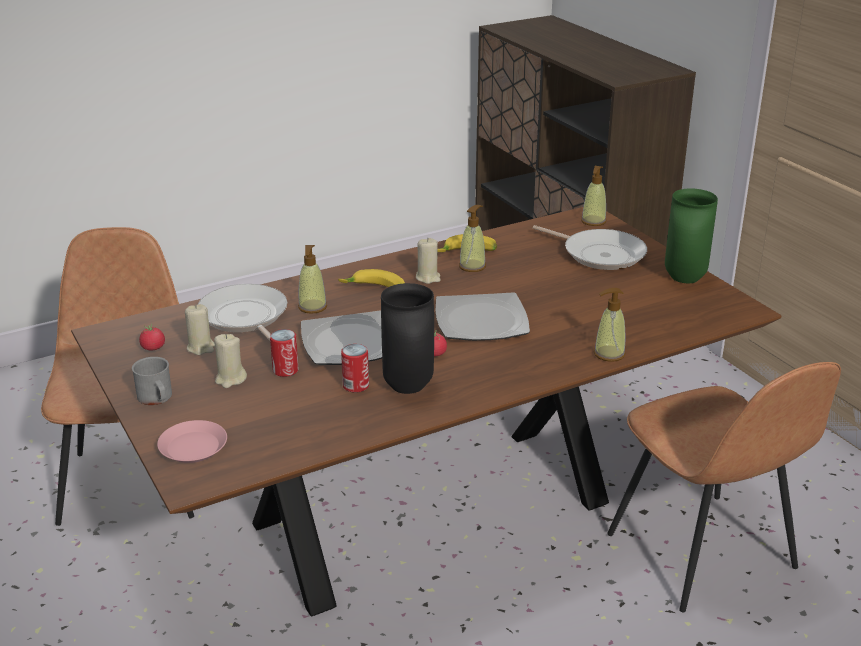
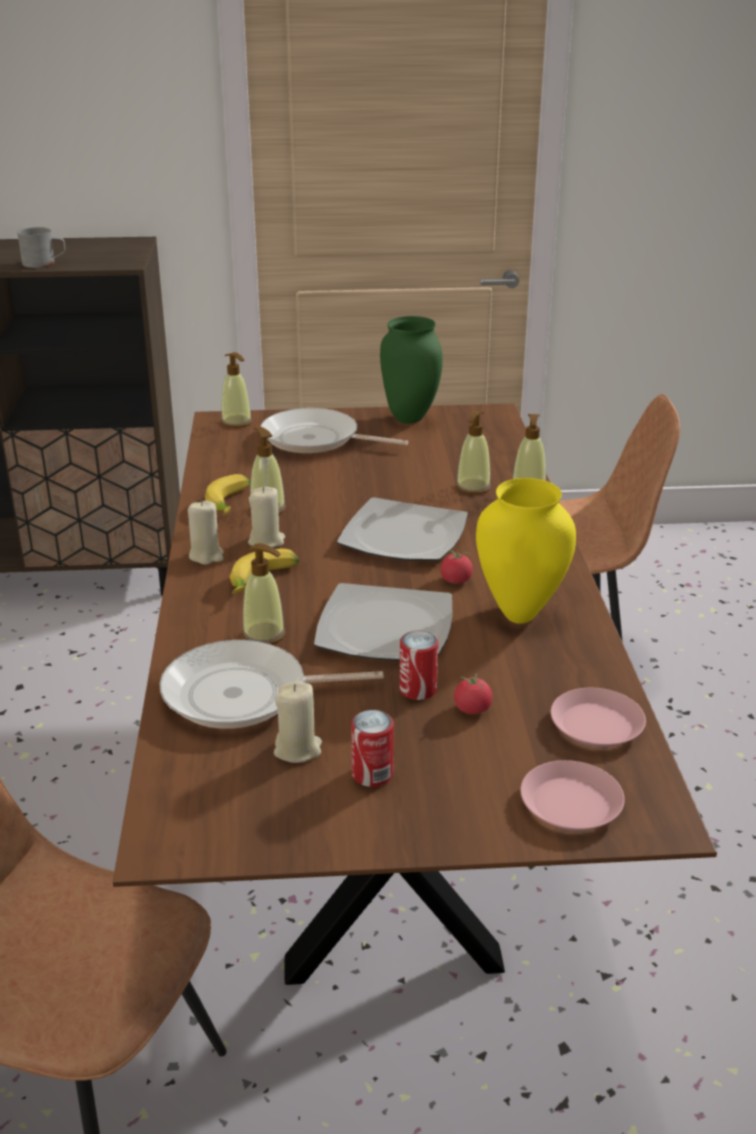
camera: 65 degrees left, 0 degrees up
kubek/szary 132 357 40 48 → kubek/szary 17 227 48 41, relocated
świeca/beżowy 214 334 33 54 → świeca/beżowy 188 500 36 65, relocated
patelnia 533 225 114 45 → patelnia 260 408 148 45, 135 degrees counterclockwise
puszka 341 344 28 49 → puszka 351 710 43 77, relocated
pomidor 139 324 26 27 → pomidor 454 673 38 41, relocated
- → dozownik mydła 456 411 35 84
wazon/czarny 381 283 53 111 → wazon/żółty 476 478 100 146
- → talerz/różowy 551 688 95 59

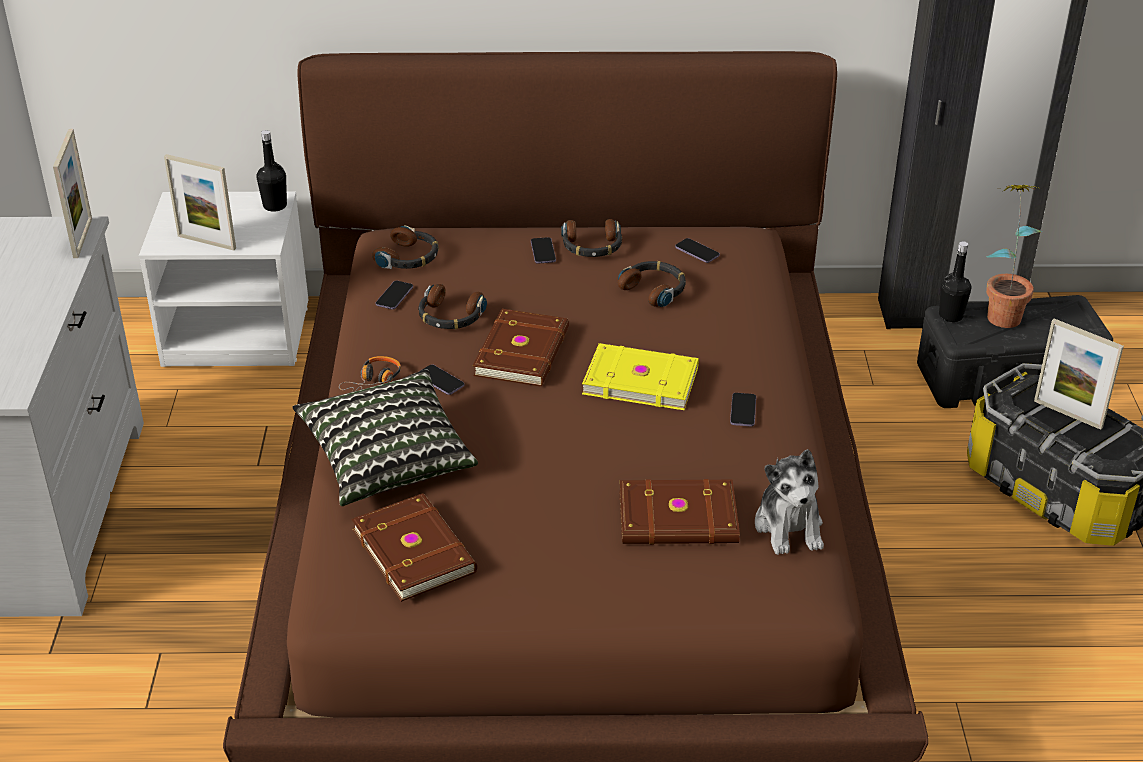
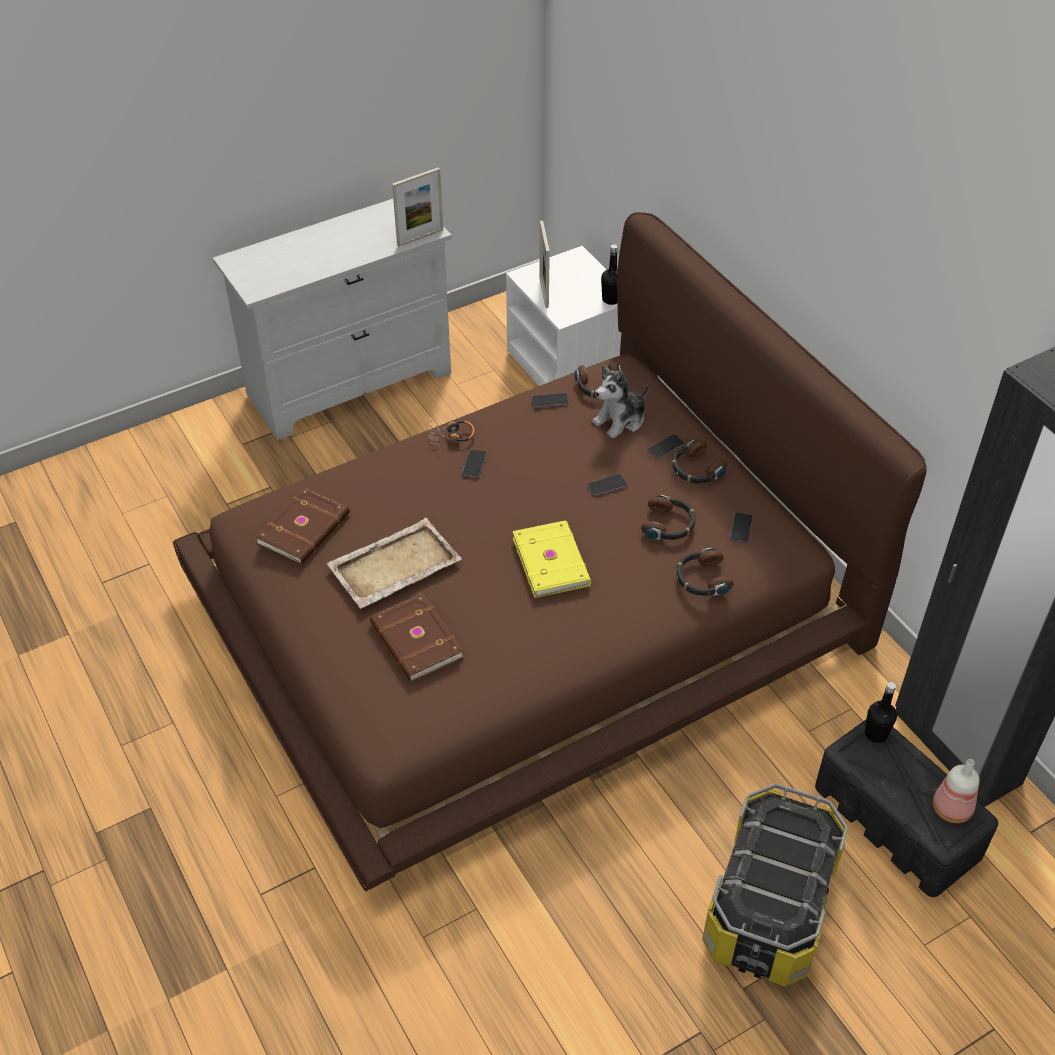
camera: 60 degrees right, 10 degrees up
- → taca/beżowy 327 518 135 90
telefon 730 393 26 34 → telefon 588 474 39 22, relocated
pluszak 755 449 69 106 → pluszak 592 365 57 73, relocated
słuchawki 418 284 69 45 → słuchawki 677 548 56 48, relocated
- → butelka 933 759 46 64
poduszka 293 369 185 137 → -
książka/brązowy 473 309 96 77 → -
roślina doniczkowa 986 185 56 143 → -
ramka na zdjęcie 1034 319 90 111 → -

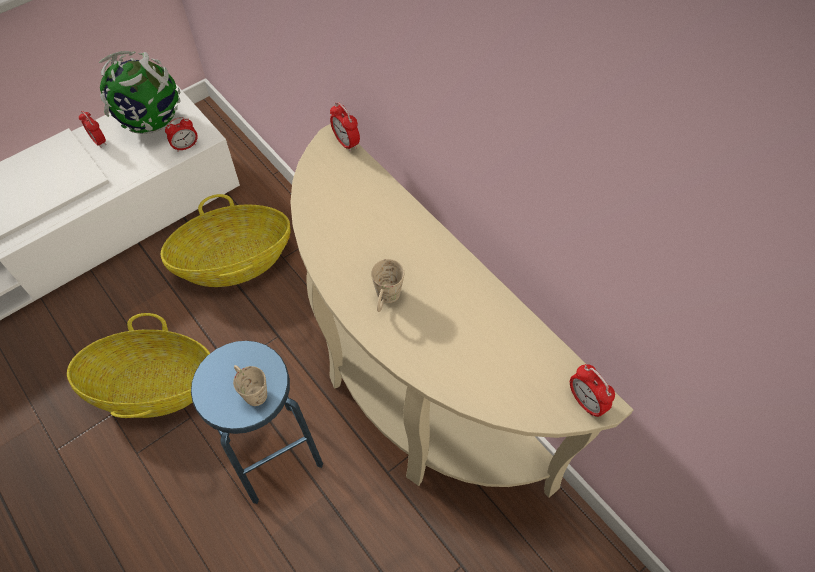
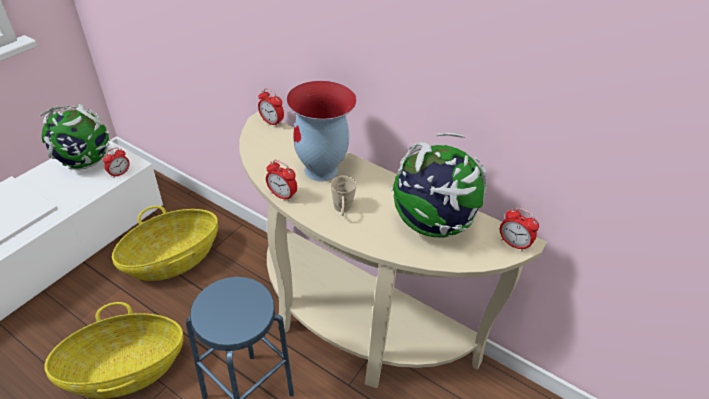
camera: 20 degrees left, 15 degrees down
budzik 79 111 27 37 → budzik 266 160 31 42, relocated
- → wazon 286 81 71 100
- → globus 391 133 96 105
kubek/beżowy 233 365 34 41 → -

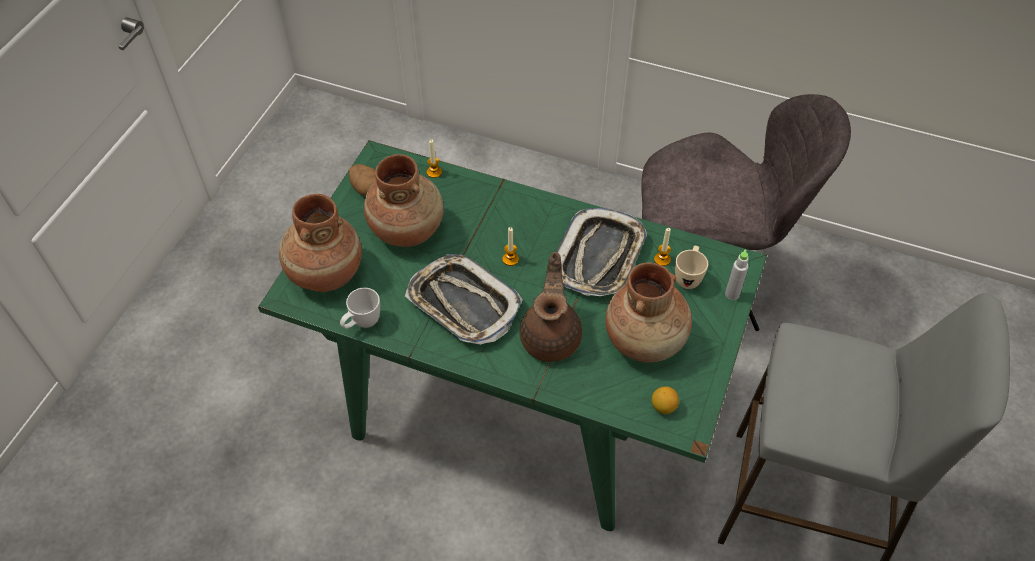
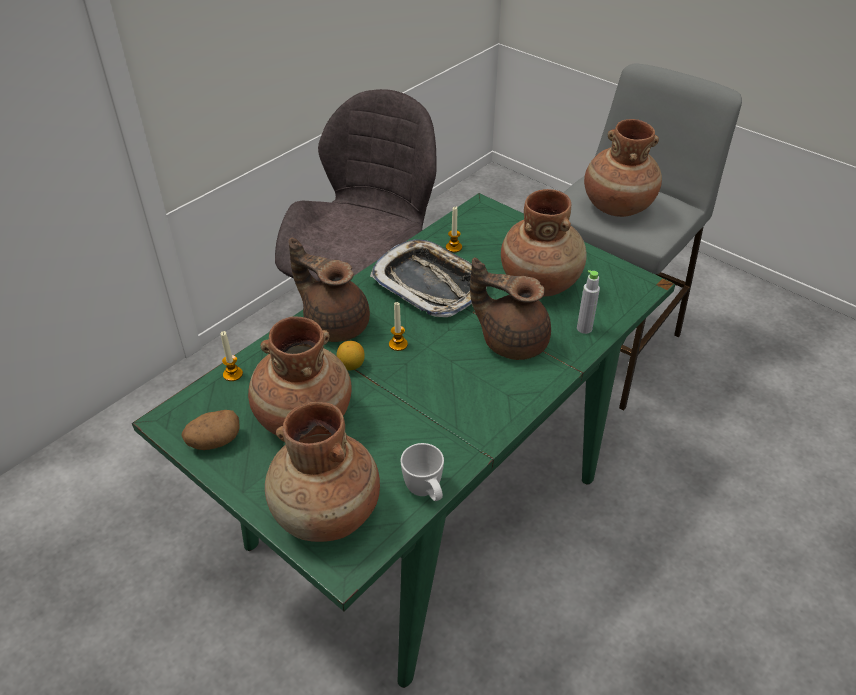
camera: 70 degrees left, 10 degrees down
- → imbryk/brązowy 289 238 81 104
cytryna 652 386 27 28 → cytryna 337 341 28 30, relocated
butelka/szary 725 249 24 51 → butelka/szary 577 270 23 64, relocated
- → wazon/brązowy 584 119 78 98
taca 405 254 118 91 → -
kubek/beżowy 675 246 33 43 → -

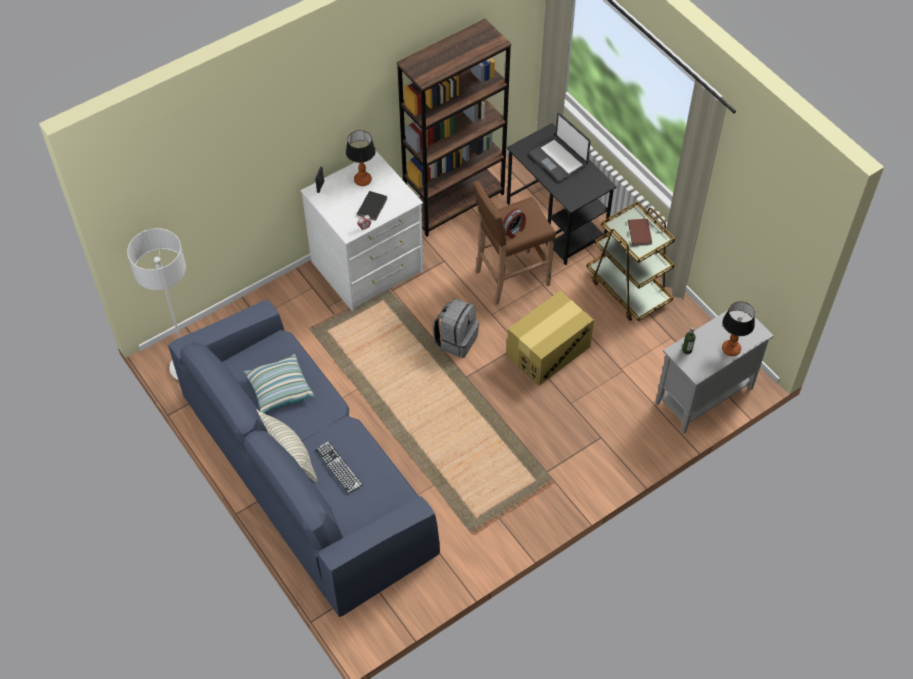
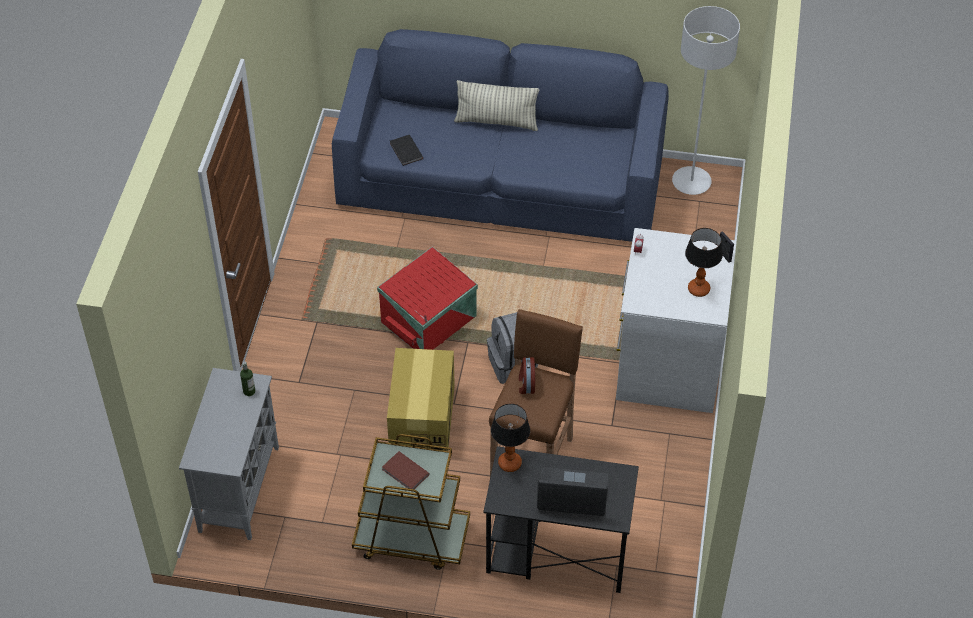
camera: 135 degrees right, 5 degrees down
- → pojemnik do przechowywania/czerwony 377 247 101 103
książka/czarny 357 191 31 30 → książka/czarny 390 135 33 31, relocated
lampa stołowa 722 301 33 55 → lampa stołowa 491 404 39 68, relocated
poduszka 244 354 71 59 → -
klawiatura 315 441 48 53 → -
regał/brązowy 397 19 114 218 → -

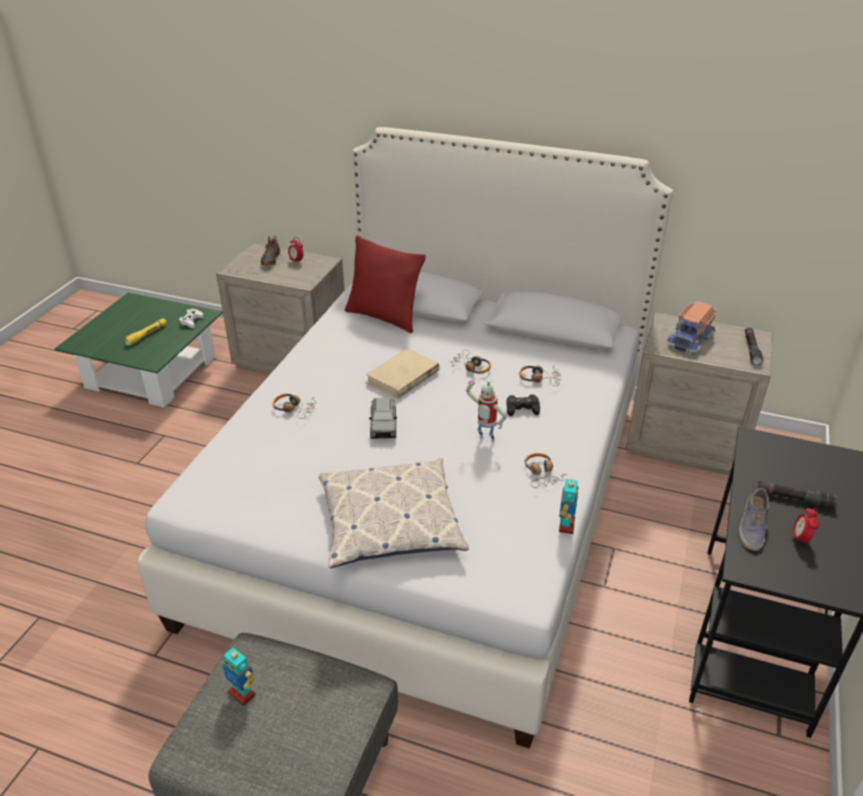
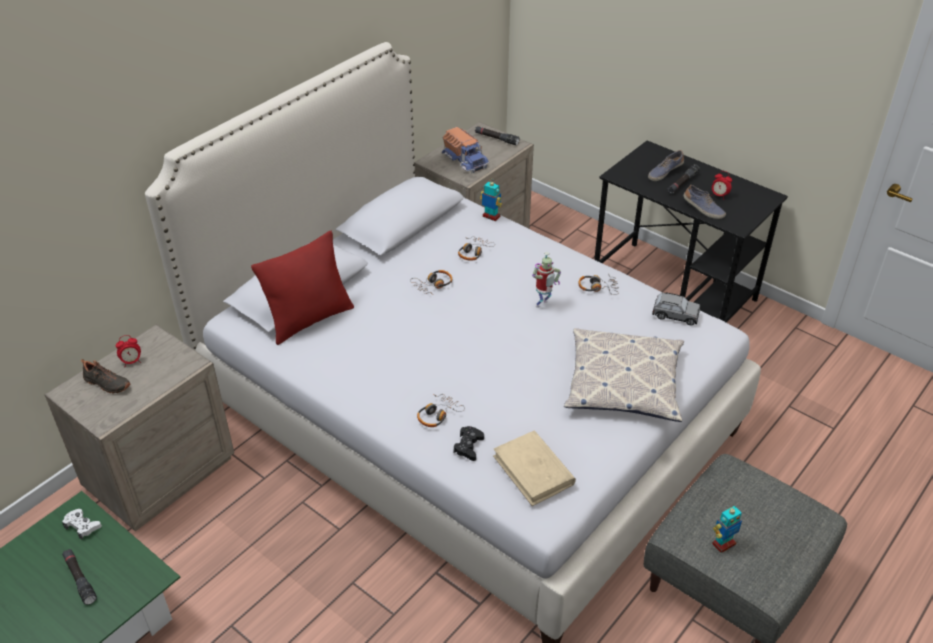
camera: 70 degrees left, 5 degrees up
latarka/żółty 124 318 43 28 → latarka/czarny 62 549 35 56
pad do gier/czarny 506 394 34 22 → pad do gier/czarny 454 426 30 35, relocated
robot zabawkowy 559 479 20 55 → robot zabawkowy 480 182 22 39, relocated
książka/beżowy 365 348 75 51 → książka/beżowy 493 430 83 76, relocated
- → but 648 150 36 31
samochodzik/szary 369 398 28 41 → samochodzik/szary 652 292 48 33, relocated

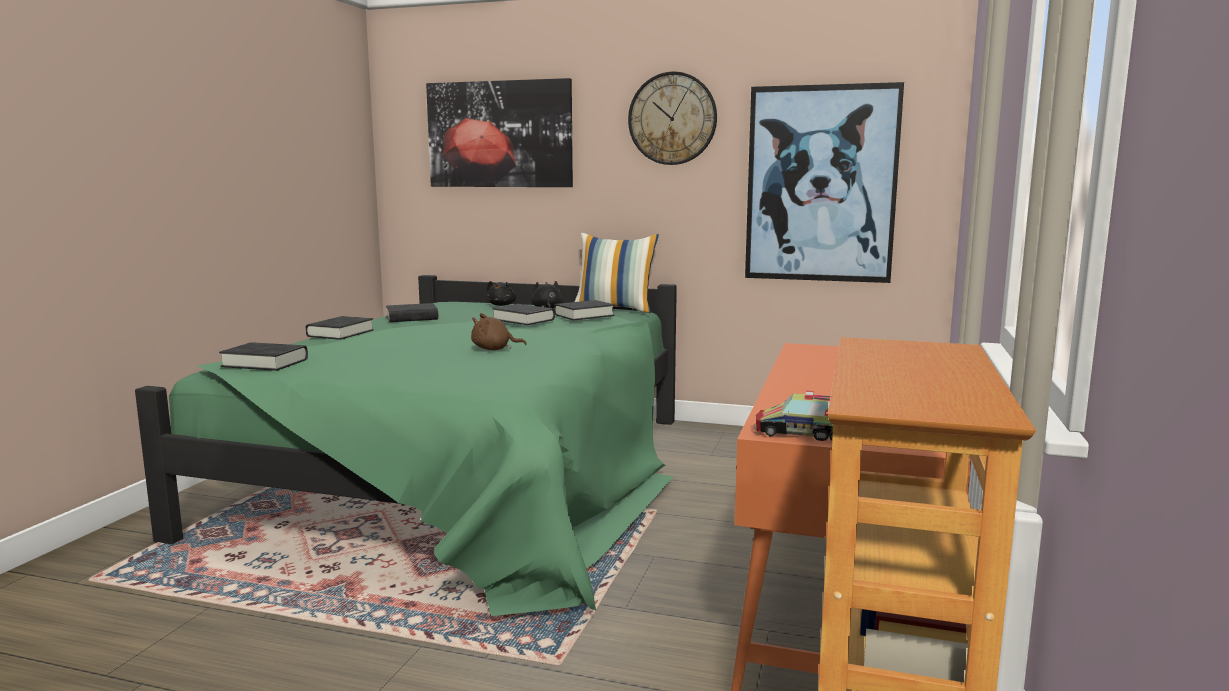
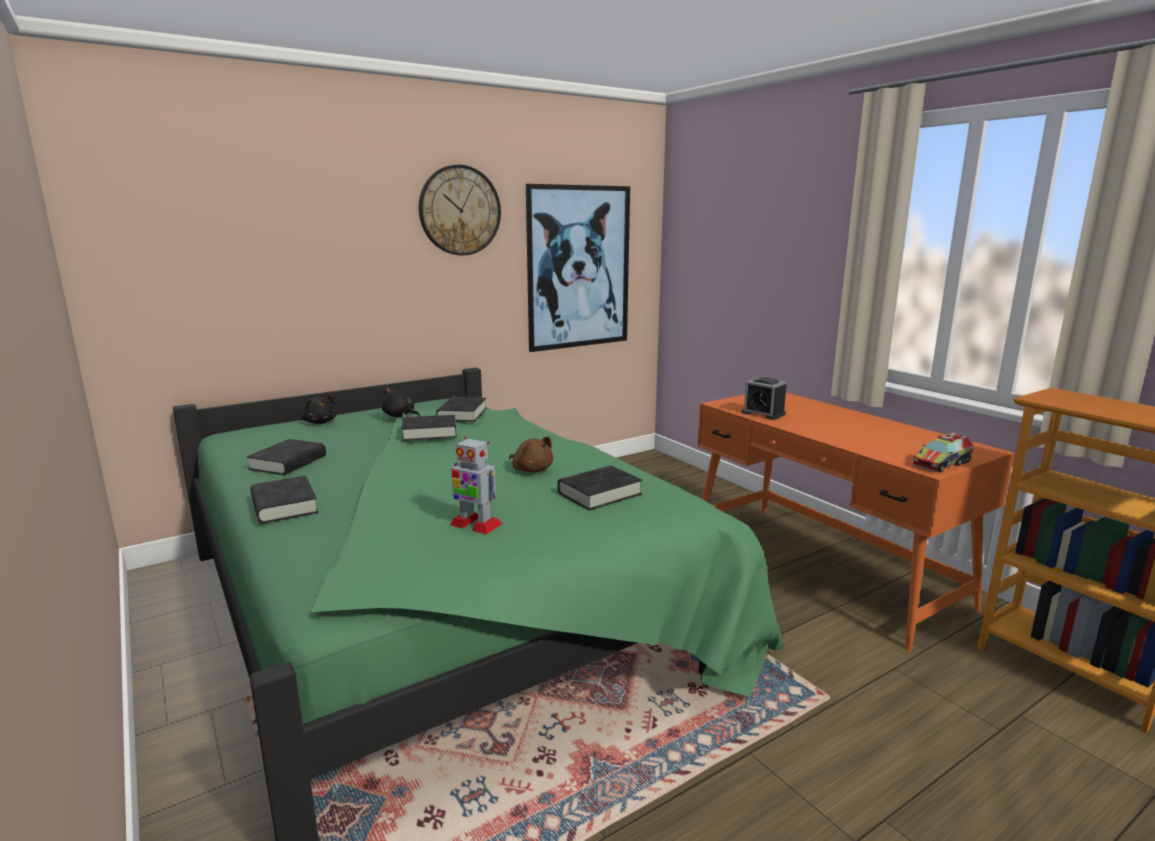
camera: 50 degrees left, 5 degrees up
- → robot zabawkowy 450 437 53 98
pluszak/brązowy 471 313 56 37 → pluszak/brązowy 509 437 44 36, 75 degrees counterclockwise
książka/czarny 219 342 89 29 → książka/czarny 557 466 85 44, relocated
- → budzik 742 377 44 43
obraz 426 78 147 109 → -
poduszka 575 233 84 80 → -

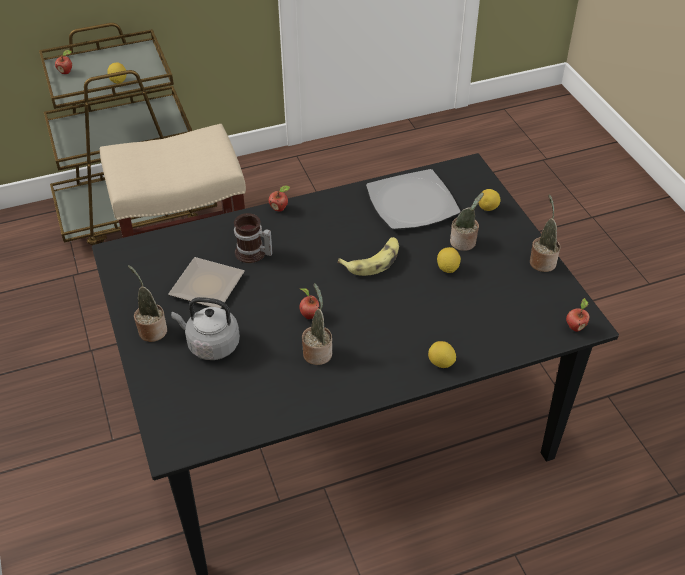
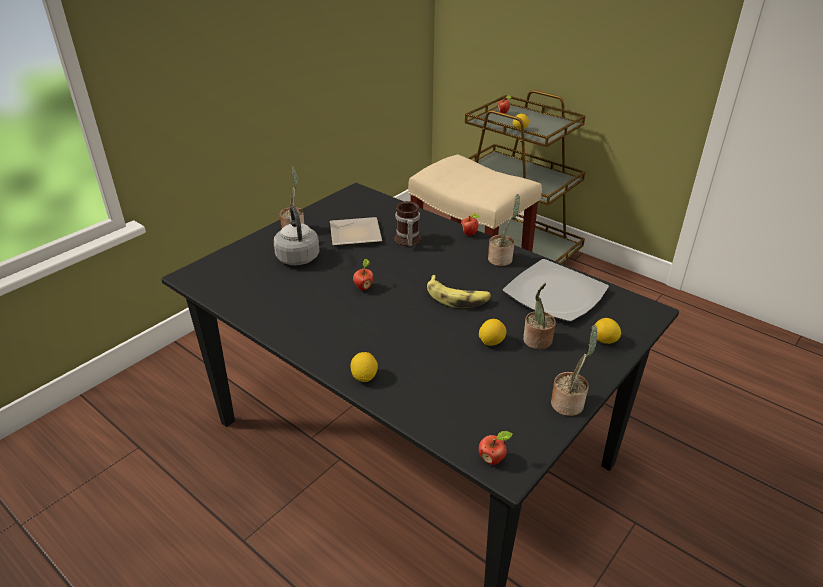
camera: 60 degrees right, 10 degrees down
roślina doniczkowa 302 283 30 82 → roślina doniczkowa 488 194 32 72, relocated

